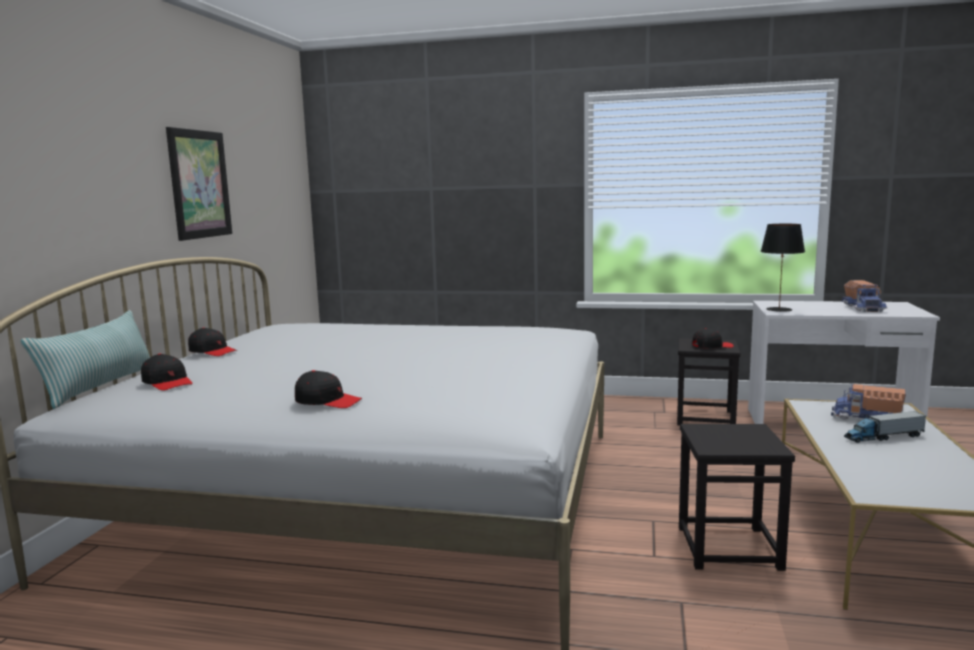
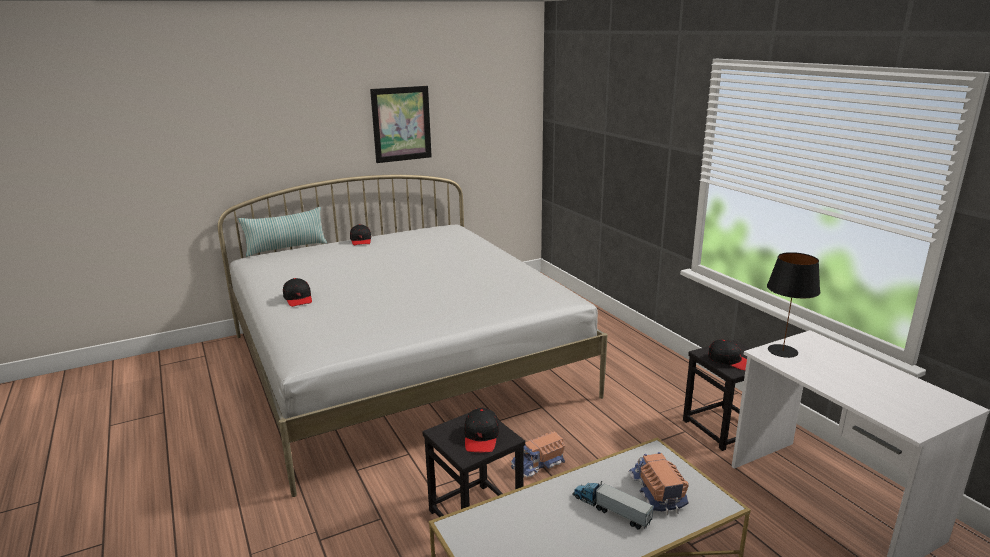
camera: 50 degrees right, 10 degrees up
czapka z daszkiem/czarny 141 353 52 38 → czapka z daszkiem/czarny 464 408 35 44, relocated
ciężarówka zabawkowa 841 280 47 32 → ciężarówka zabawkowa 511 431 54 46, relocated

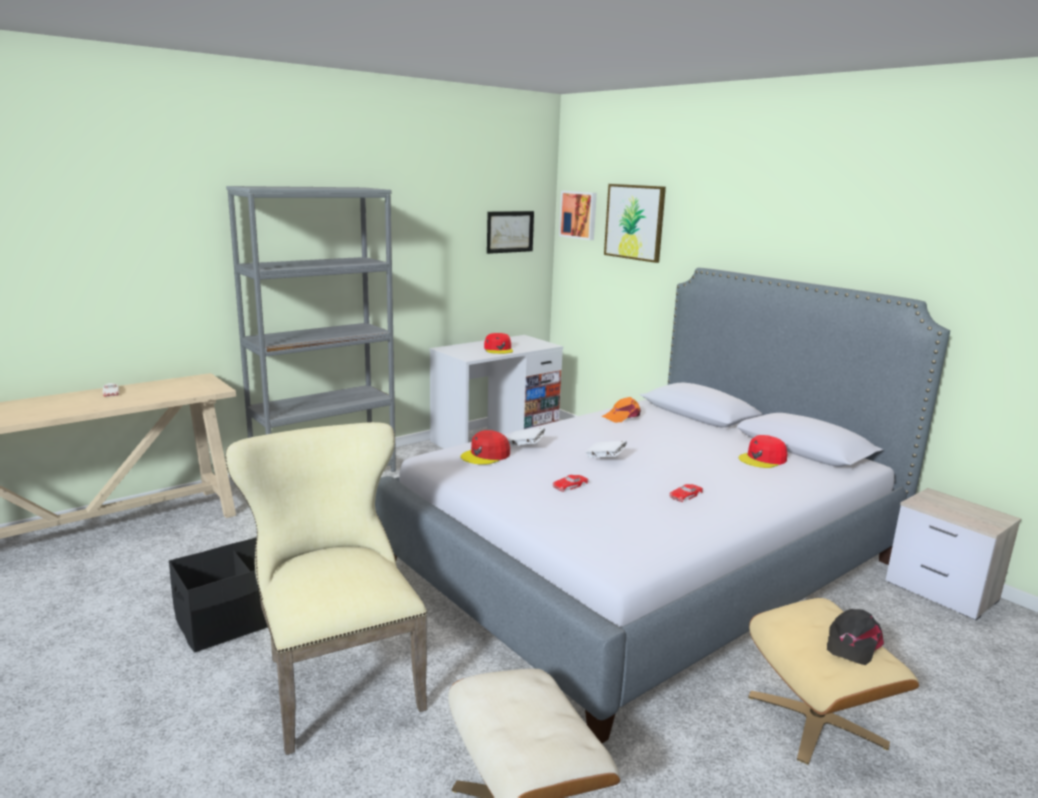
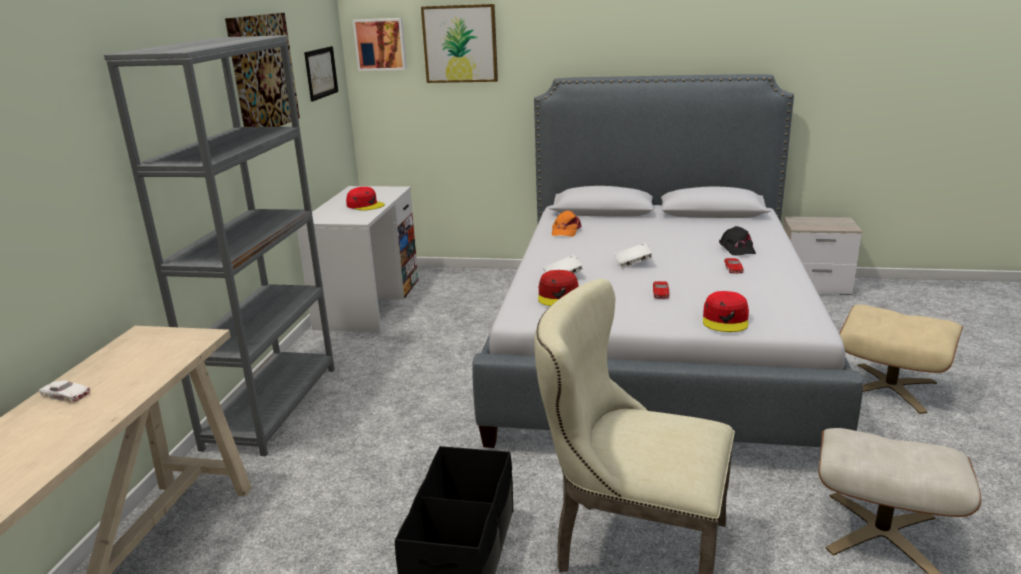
camera: 40 degrees left, 5 degrees up
- → obraz 225 13 75 114
czapka z daszkiem/czerwony 739 435 48 33 → czapka z daszkiem/czerwony 703 291 46 41, relocated
czapka z daszkiem/czarny 827 609 57 56 → czapka z daszkiem/czarny 719 226 37 29, relocated

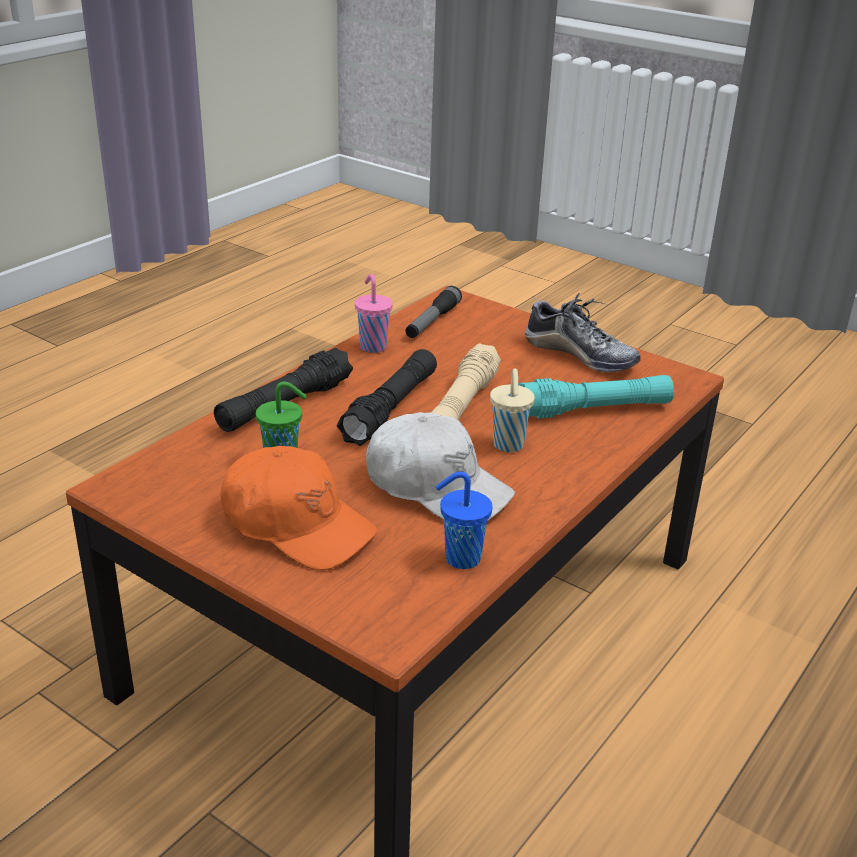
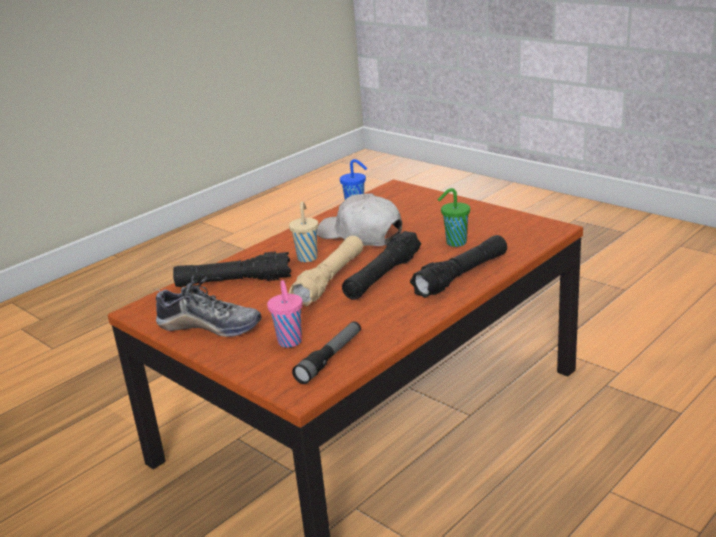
camera: 170 degrees left, 5 degrees down
but 525 293 116 79 → but 156 276 106 61, 150 degrees clockwise
latarka/turkusowy 518 375 156 43 → latarka/czarny 173 251 118 36
filiżanka/różowy 355 274 38 79 → filiżanka/różowy 267 280 36 68, relocated
czapka z daszkiem/pomarańczowy 221 446 157 124 → -

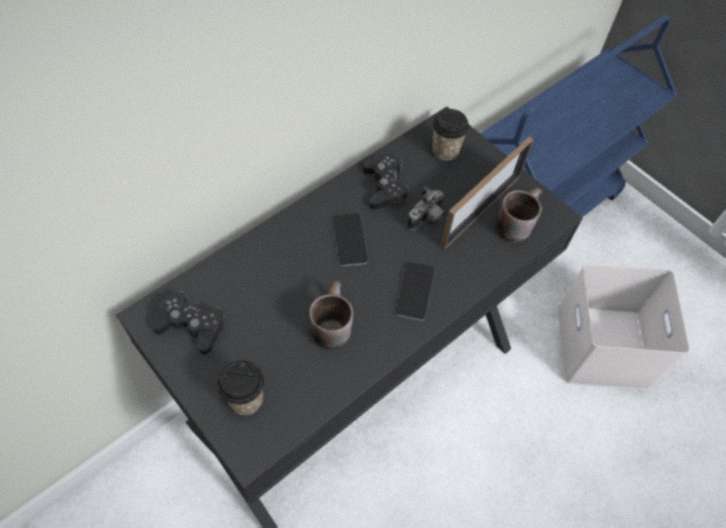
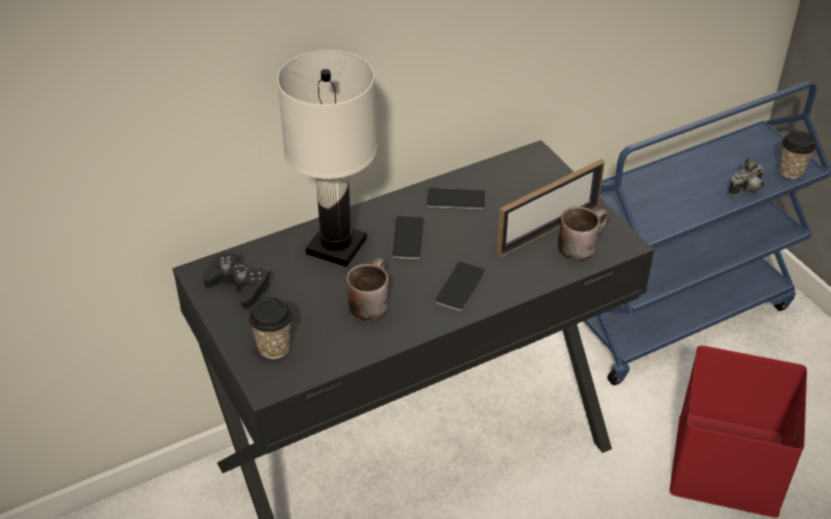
camera: 15 degrees right, 15 degrees down
- → lampa stołowa/biały 277 50 100 217
pad do gier/czarny 363 153 46 56 → telefon 426 188 60 21
pojemnik do przechowywania/biały 557 263 133 127 → pojemnik do przechowywania/czerwony 670 345 137 173
aparat fotograficzny 407 186 38 44 → aparat fotograficzny 728 157 36 39, relocated
filiżanka 432 109 37 52 → filiżanka 779 131 37 48, relocated

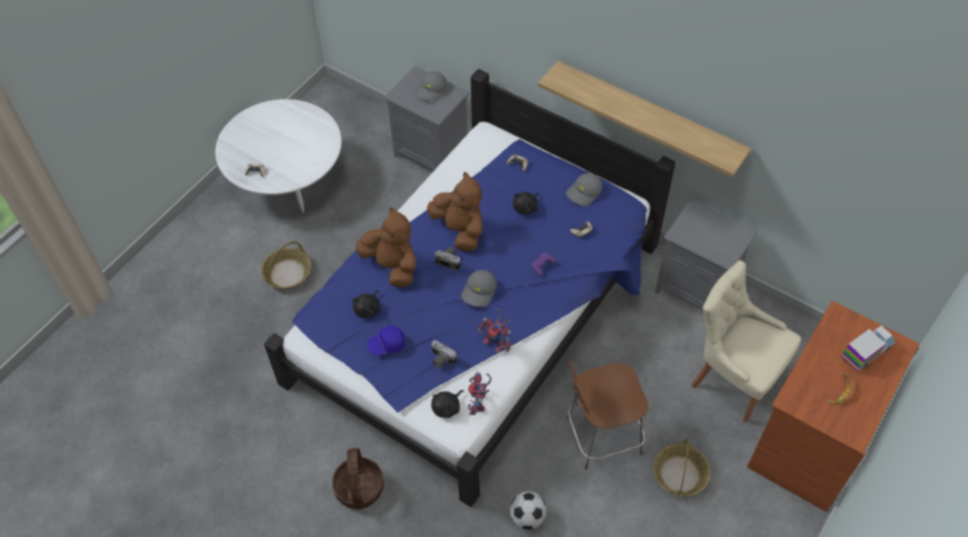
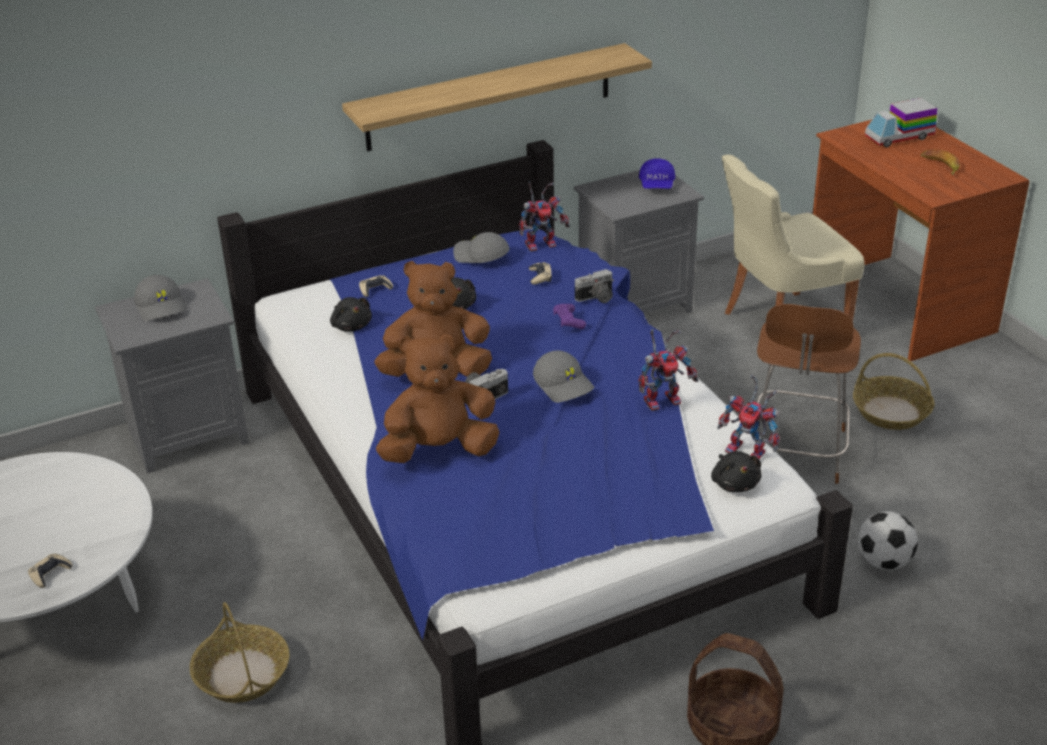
camera: 60 degrees left, 20 degrees down
pluszak/czarny 353 290 28 28 → pluszak/czarny 330 297 42 35, relocated
czapka z daszkiem/szary 566 173 36 33 → czapka z daszkiem/szary 453 232 57 31, 135 degrees clockwise
- → robot zabawkowy 519 181 51 71
aparat fotograficzny 431 340 26 28 → aparat fotograficzny 575 269 39 34, relocated
czapka z daszkiem/niebieski 367 326 38 30 → czapka z daszkiem/niebieski 639 158 36 31, relocated
ciężarówka zabawkowa 841 326 54 46 → ciężarówka zabawkowa 865 98 72 50, 105 degrees counterclockwise

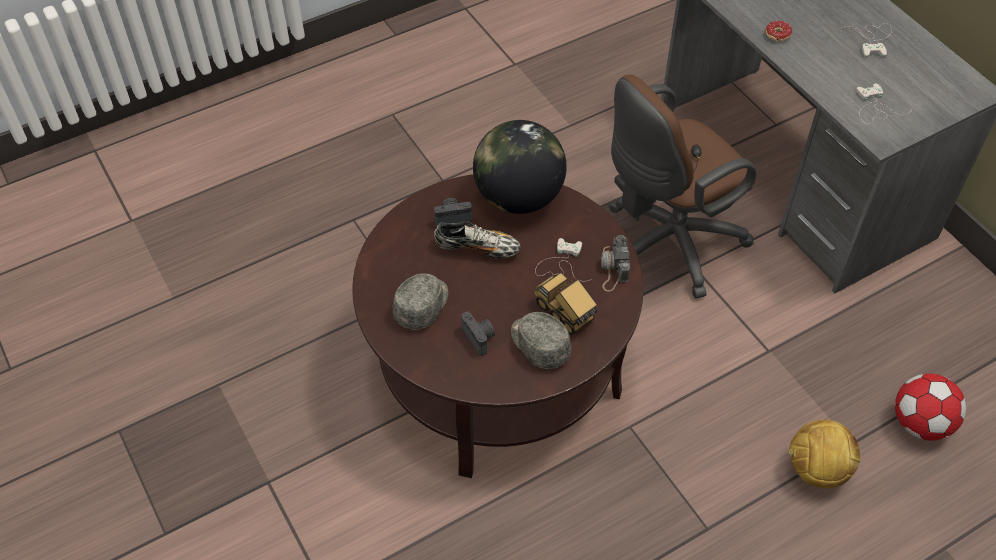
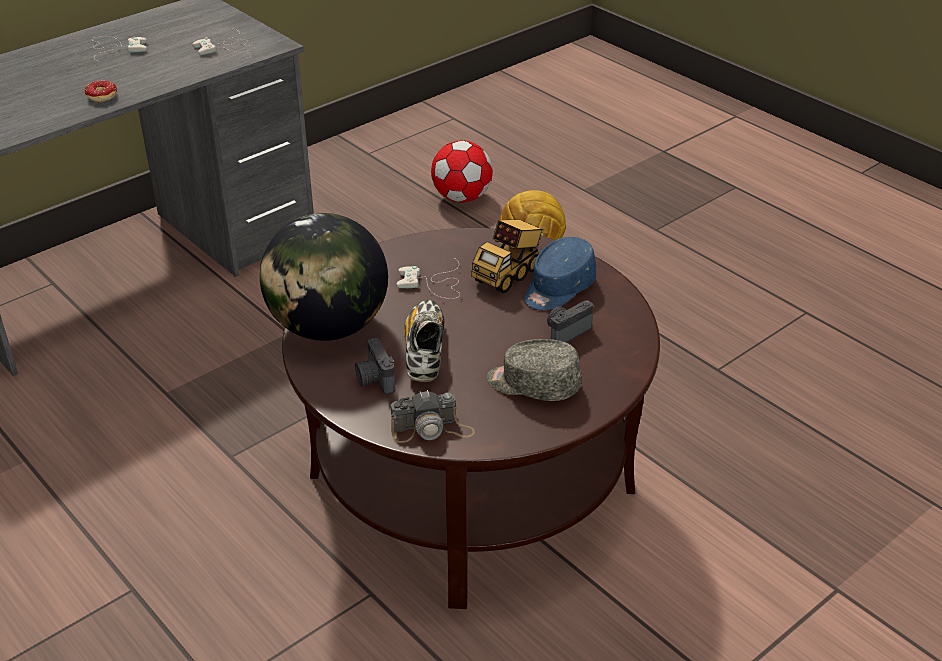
camera: 100 degrees left, 15 degrees down
aparat fotograficzny 601 235 29 57 → aparat fotograficzny 391 390 84 53, relocated
czapka z daszkiem/szary 511 312 60 57 → czapka z daszkiem/niebieski 524 237 72 73
krzesło biurowe/brązowy 608 74 149 225 → -

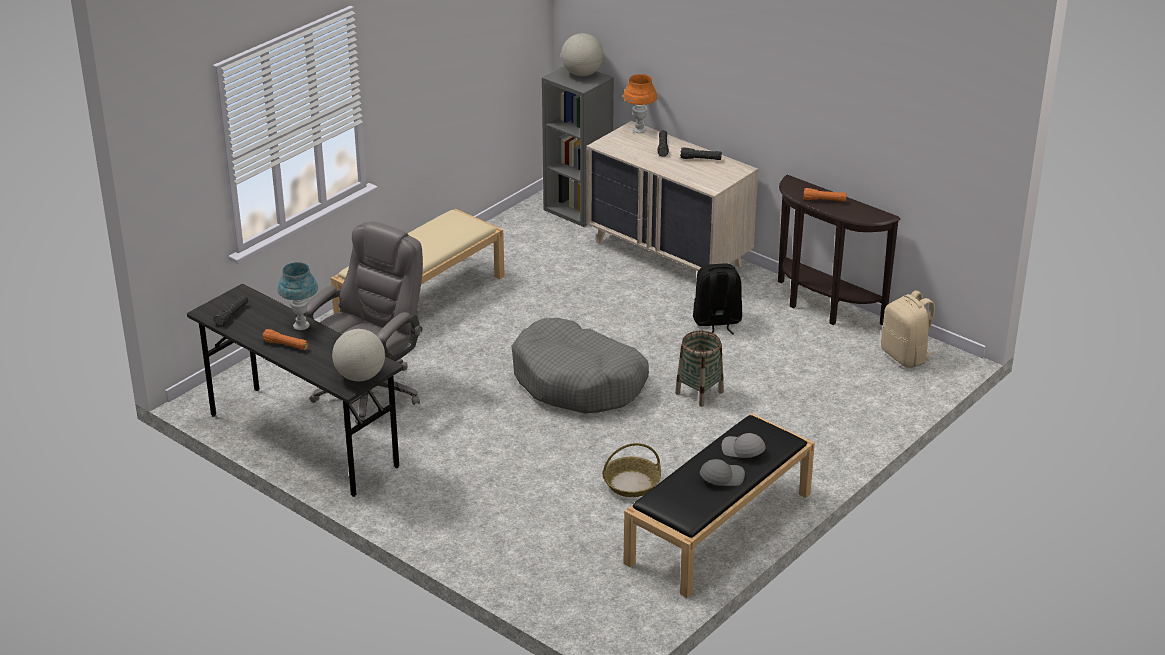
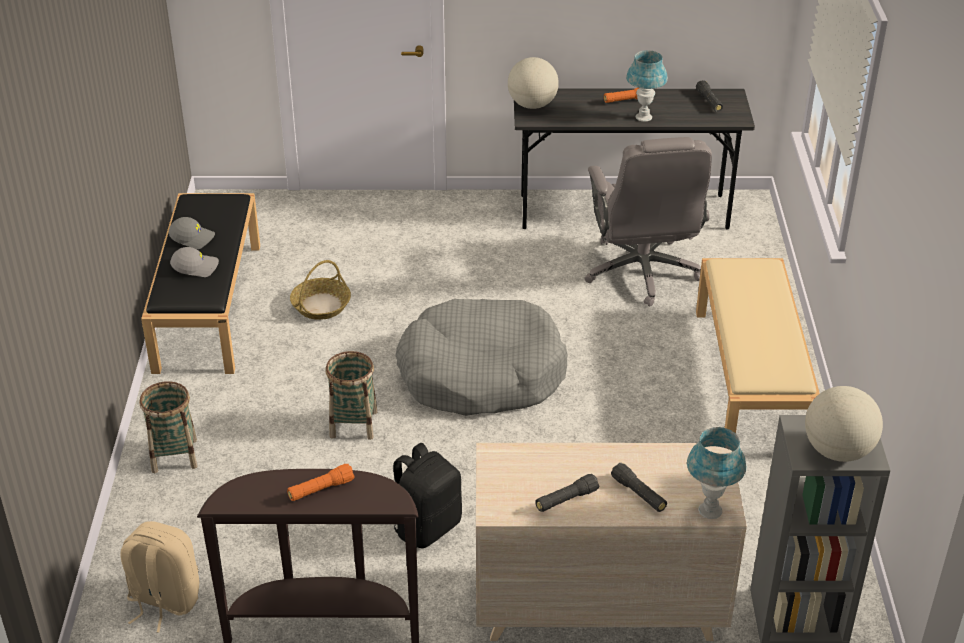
camera: 140 degrees right, 5 degrees up
- → koszyk 139 381 58 92
czapka z daszkiem/szary 700 459 45 27 → czapka z daszkiem/szary 169 217 46 32, 105 degrees counterclockwise
lampa stołowa/pomarańczowy 623 74 34 59 → lampa stołowa/niebieski 687 427 59 92

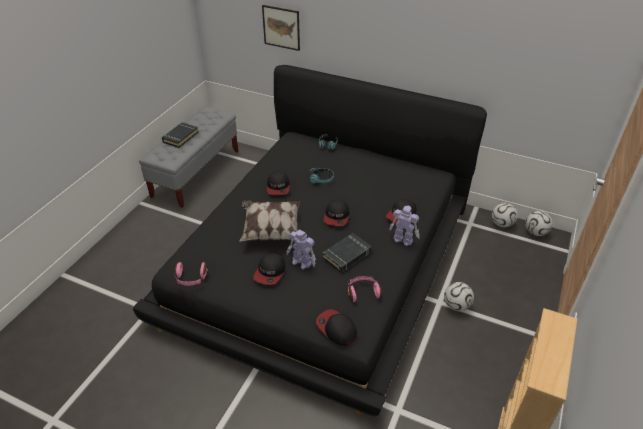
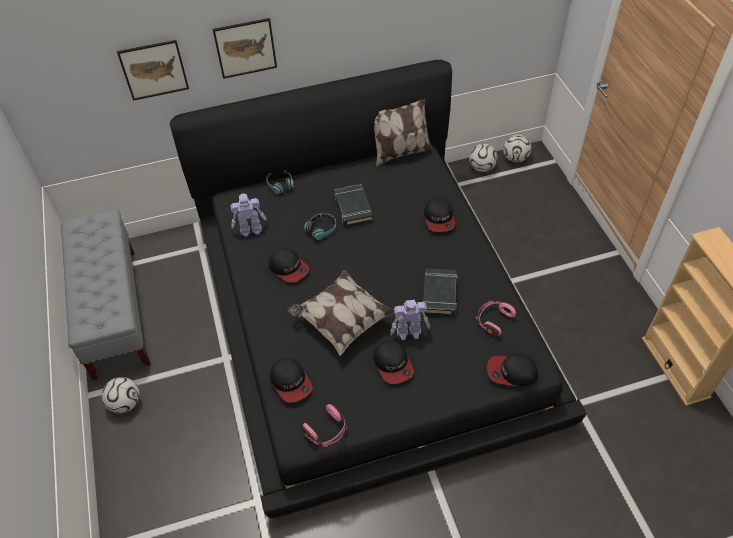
camera: 40 degrees left, 10 degrees up
piłka futbolowa 444 282 30 29 → piłka futbolowa 102 377 38 36, relocated
- → obraz 213 18 64 61
robot zabawkowy 389 206 31 40 → robot zabawkowy 230 193 37 44, relocated
czapka z daszkiem 323 199 26 27 → czapka z daszkiem 270 358 43 45, relocated
książka/czarny 162 122 37 26 → książka/czarny 334 184 39 43, relocated
- → poduszka 374 98 59 69

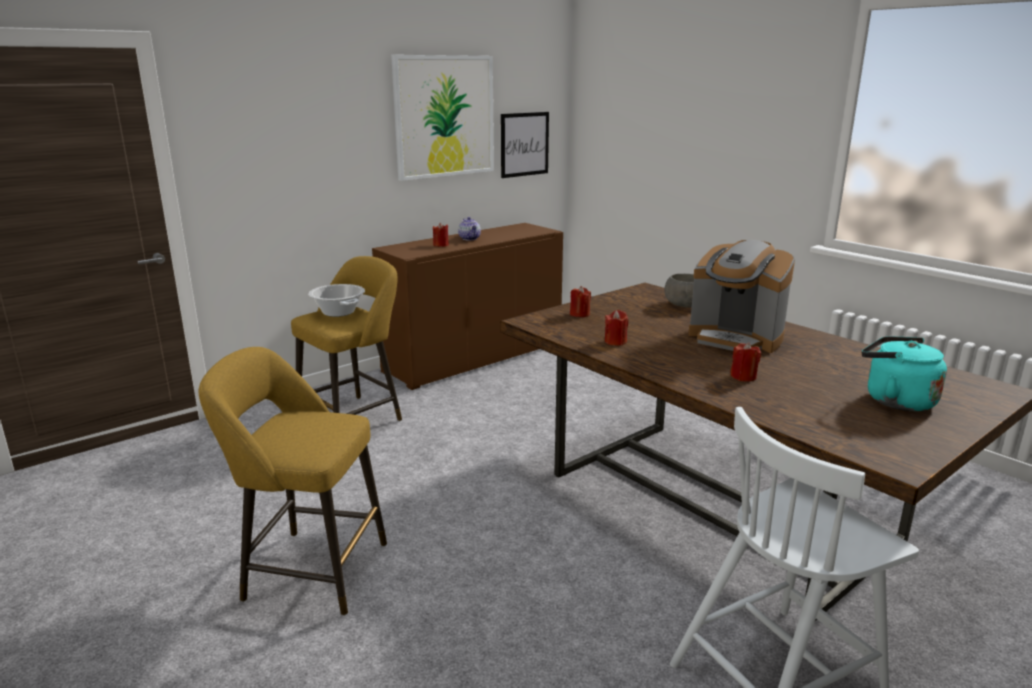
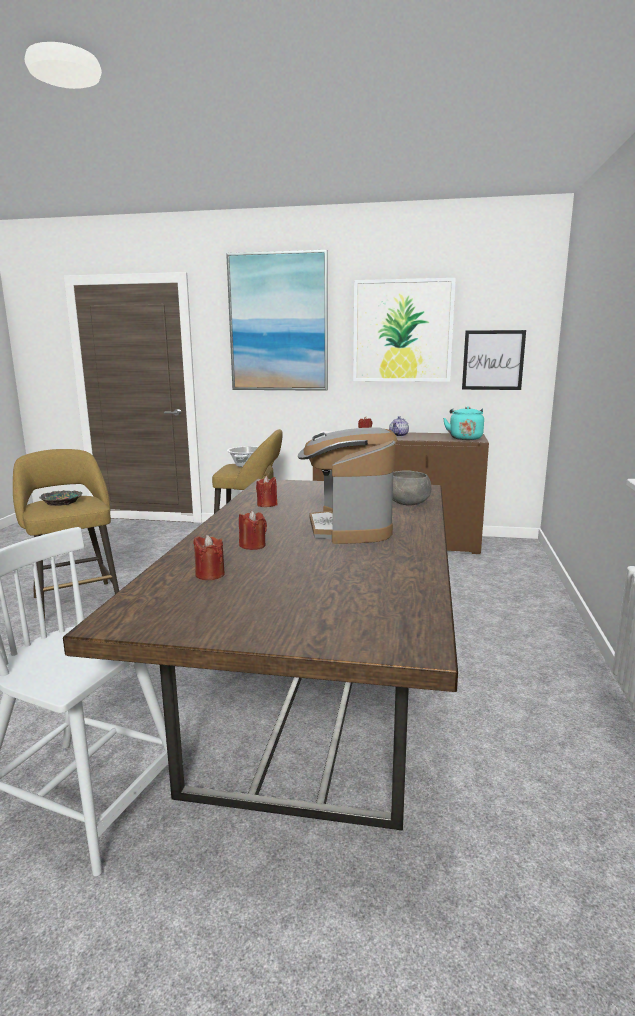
camera: 50 degrees right, 5 degrees down
- → miska 39 490 43 16
świeca/czerwony 570 286 21 31 → świeca/czerwony 193 535 32 45, relocated
- → obraz 226 250 102 141
czajnik/turkusowy 862 336 85 75 → czajnik/turkusowy 443 406 41 34, relocated

